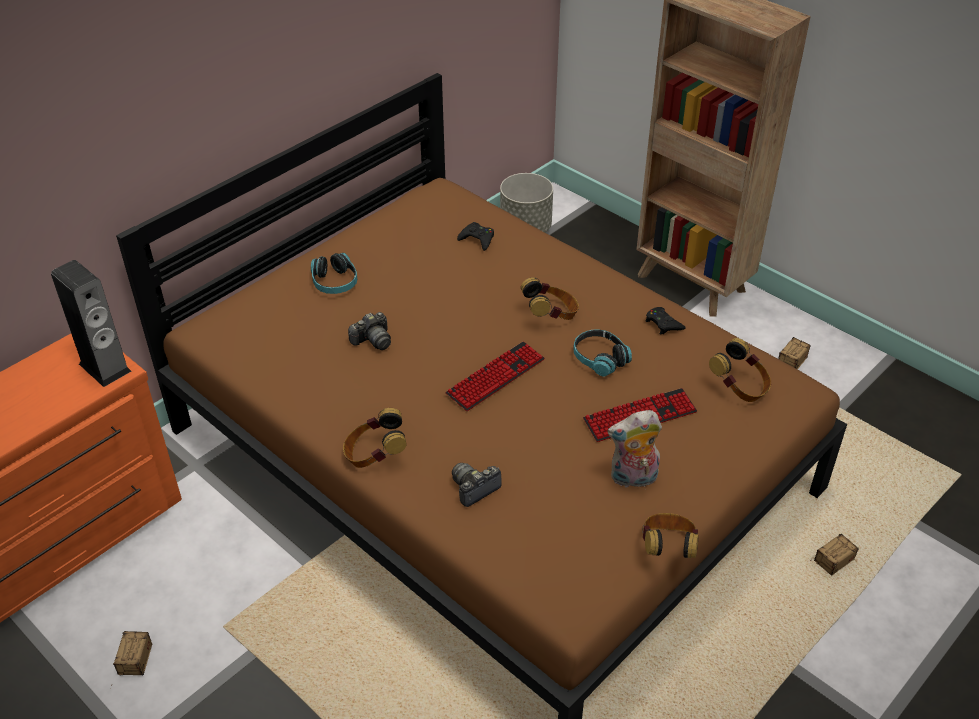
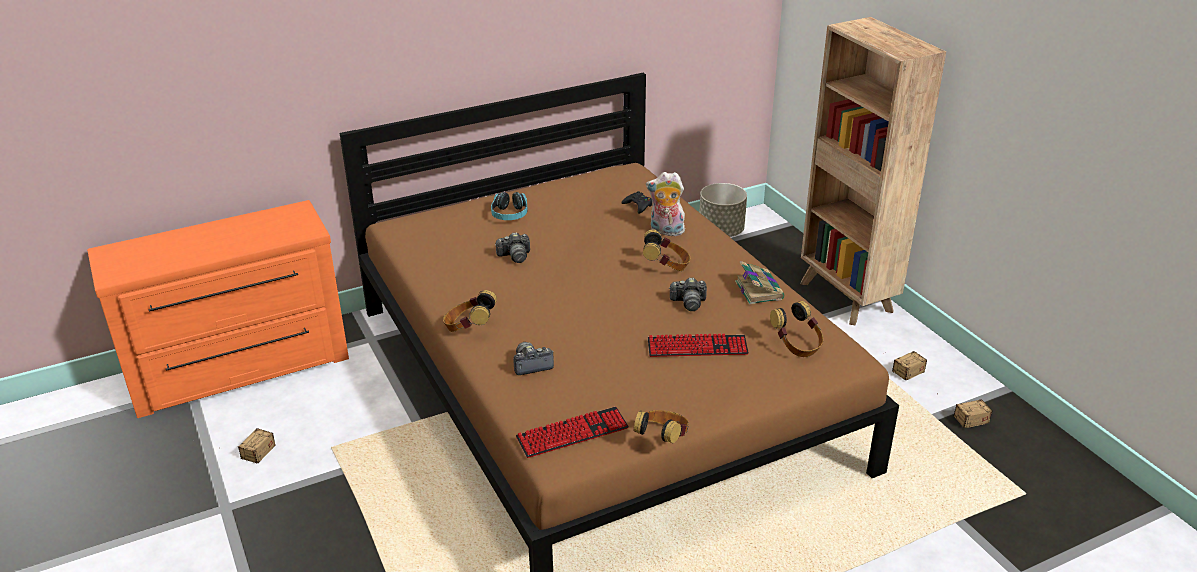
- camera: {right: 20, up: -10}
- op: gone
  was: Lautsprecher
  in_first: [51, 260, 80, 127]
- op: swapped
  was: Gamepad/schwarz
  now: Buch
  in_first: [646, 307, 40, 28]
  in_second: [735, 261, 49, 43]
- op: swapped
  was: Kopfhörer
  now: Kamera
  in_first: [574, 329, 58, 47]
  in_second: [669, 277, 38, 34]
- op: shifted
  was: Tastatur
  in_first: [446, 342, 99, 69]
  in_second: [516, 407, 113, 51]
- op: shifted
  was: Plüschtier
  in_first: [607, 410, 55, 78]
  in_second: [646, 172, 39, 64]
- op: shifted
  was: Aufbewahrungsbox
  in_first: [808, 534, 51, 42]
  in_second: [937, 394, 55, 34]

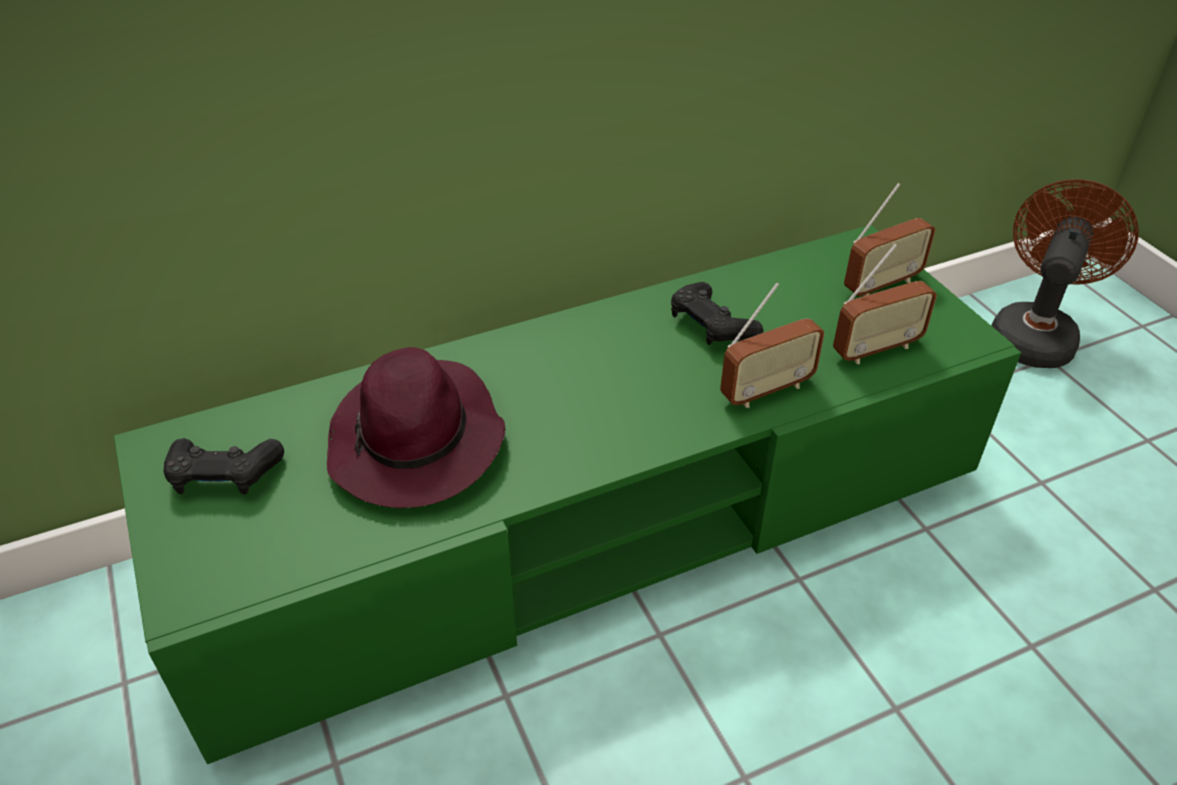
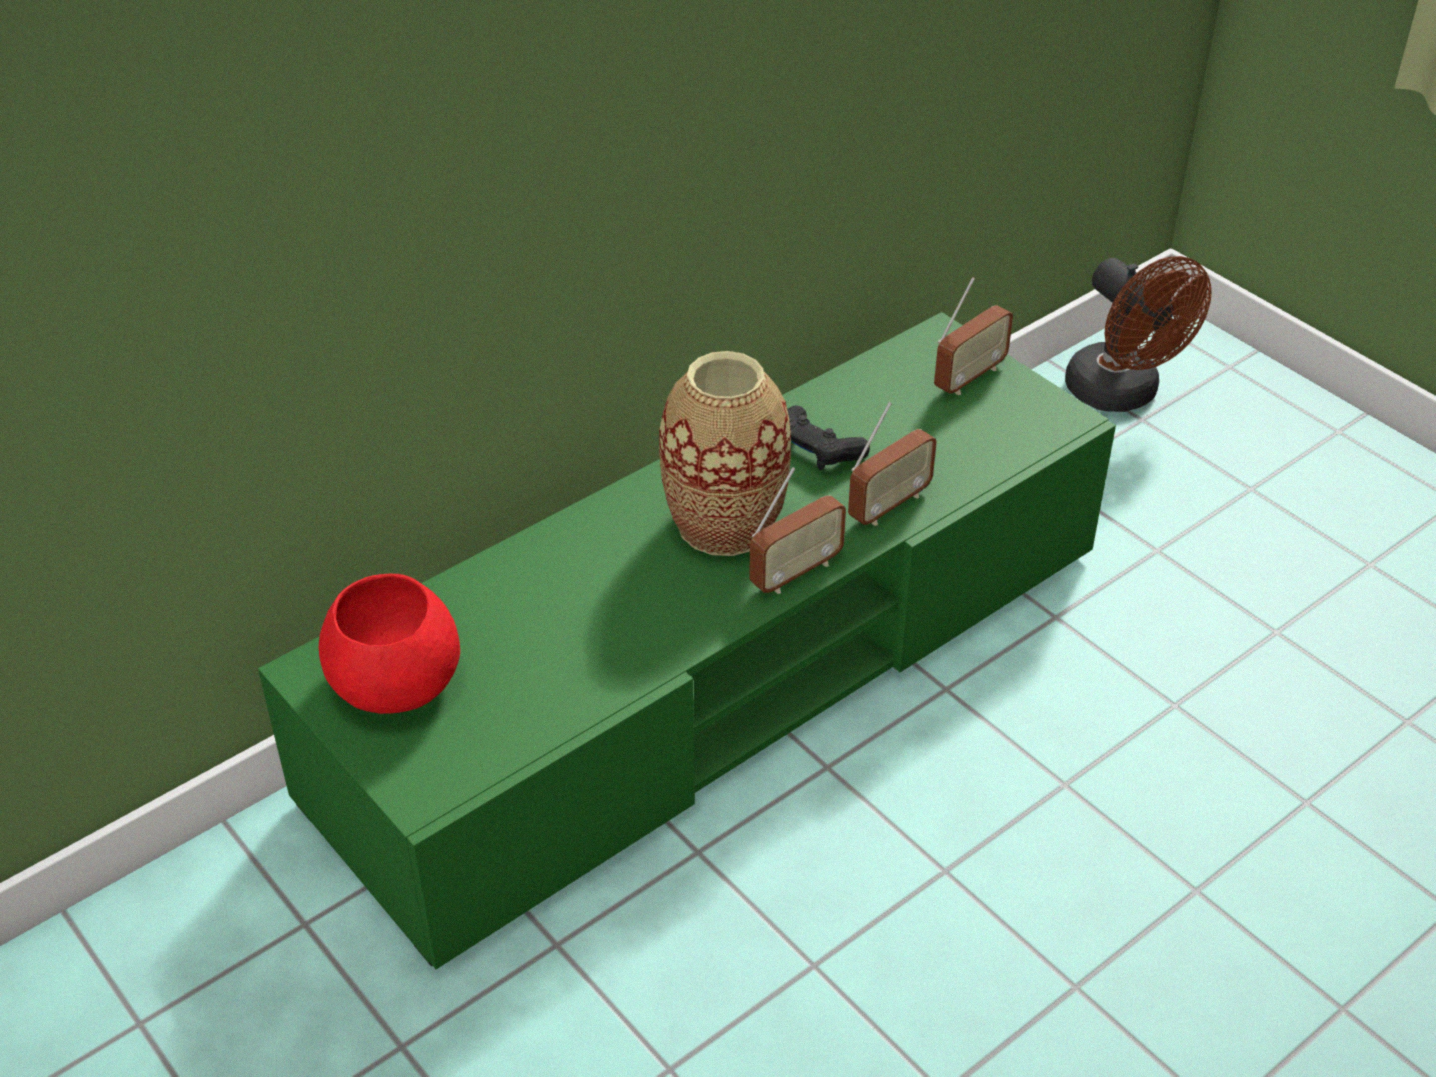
- camera: {right: -15, up: 0}
- op: rotated
  was: Ventilator/braun
  in_first: [992, 179, 147, 189]
  in_second: [1065, 256, 147, 156]
  clockwise: 135
- op: shifted
  was: Radio
  in_first: [833, 243, 104, 121]
  in_second: [749, 467, 97, 127]
- op: gone
  was: Hut/lila
  in_first: [327, 347, 178, 161]
- op: swapped
  was: Gamepad/schwarz
  now: Schüssel/rot
  in_first: [164, 438, 120, 57]
  in_second: [319, 574, 141, 140]
- op: new
  now: Vase
  in_second: [659, 351, 132, 205]

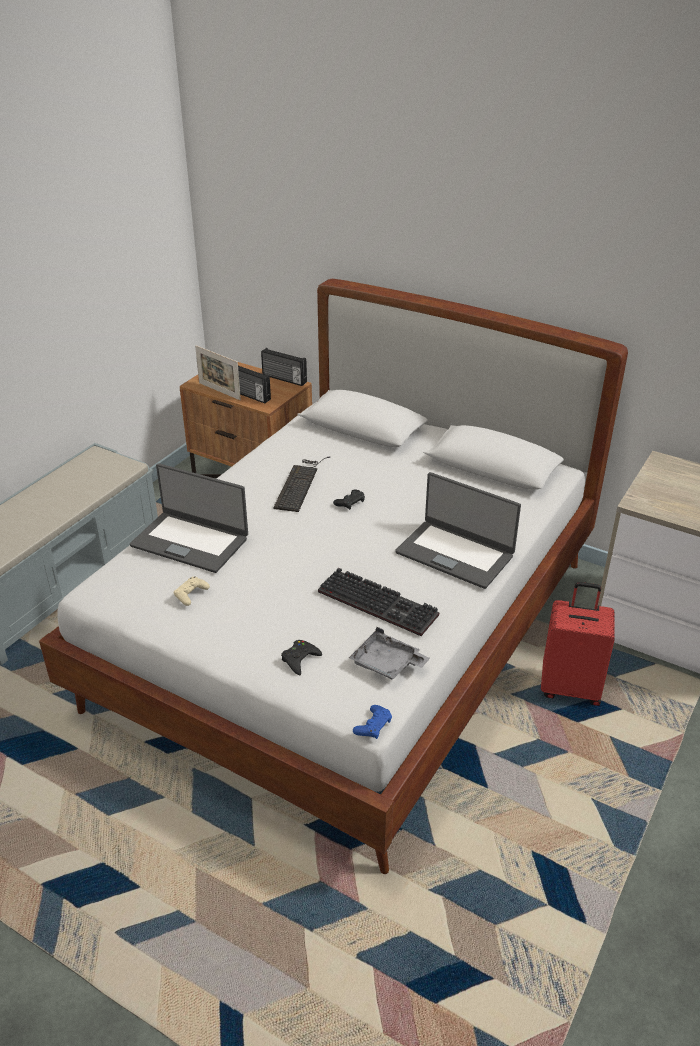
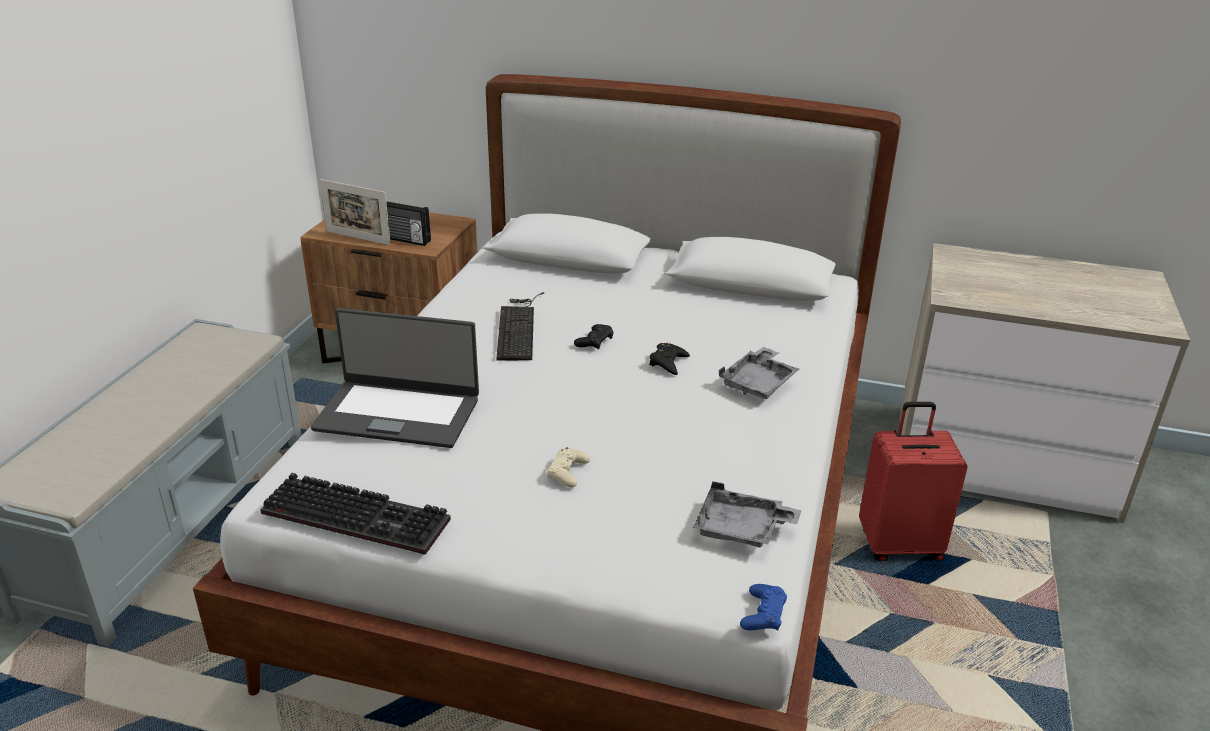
- camera: {right: -15, up: -5}
- op: gone
  was: Radio
  in_first: [261, 348, 46, 38]
- op: swapped
  was: Laptop
  now: Tablett/grau
  in_first: [395, 472, 126, 117]
  in_second: [719, 347, 80, 52]
- op: shifted
  was: Tastatur
  in_first: [318, 567, 121, 69]
  in_second: [260, 473, 191, 82]
- op: shifted
  was: Gamepad/beige
  in_first: [174, 576, 36, 30]
  in_second: [547, 447, 43, 41]
- op: shifted
  was: Gamepad/schwarz
  in_first: [281, 640, 41, 35]
  in_second: [649, 343, 41, 32]

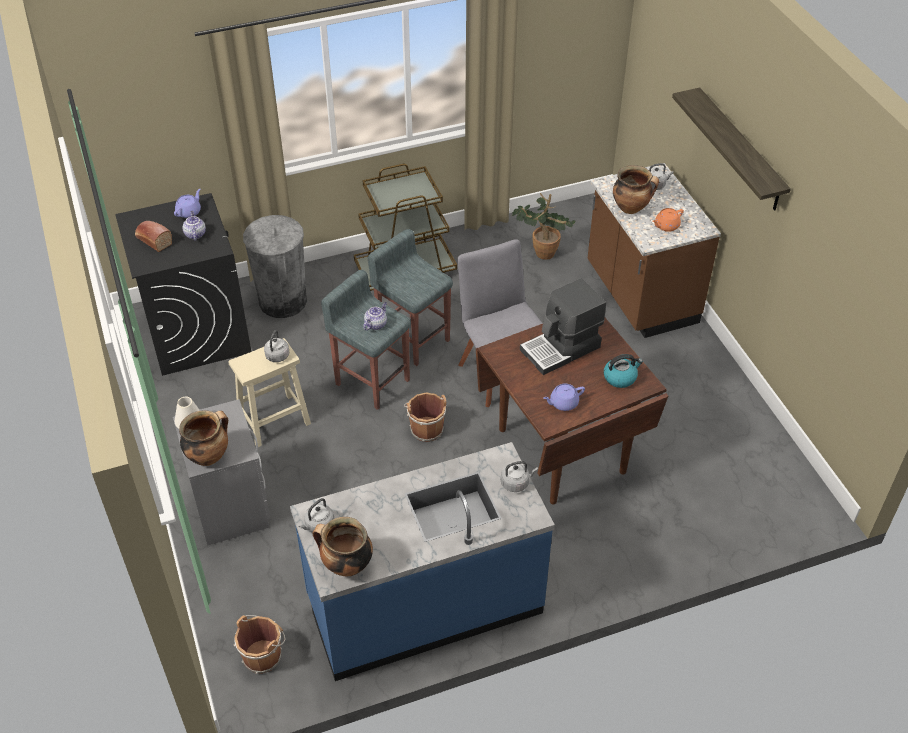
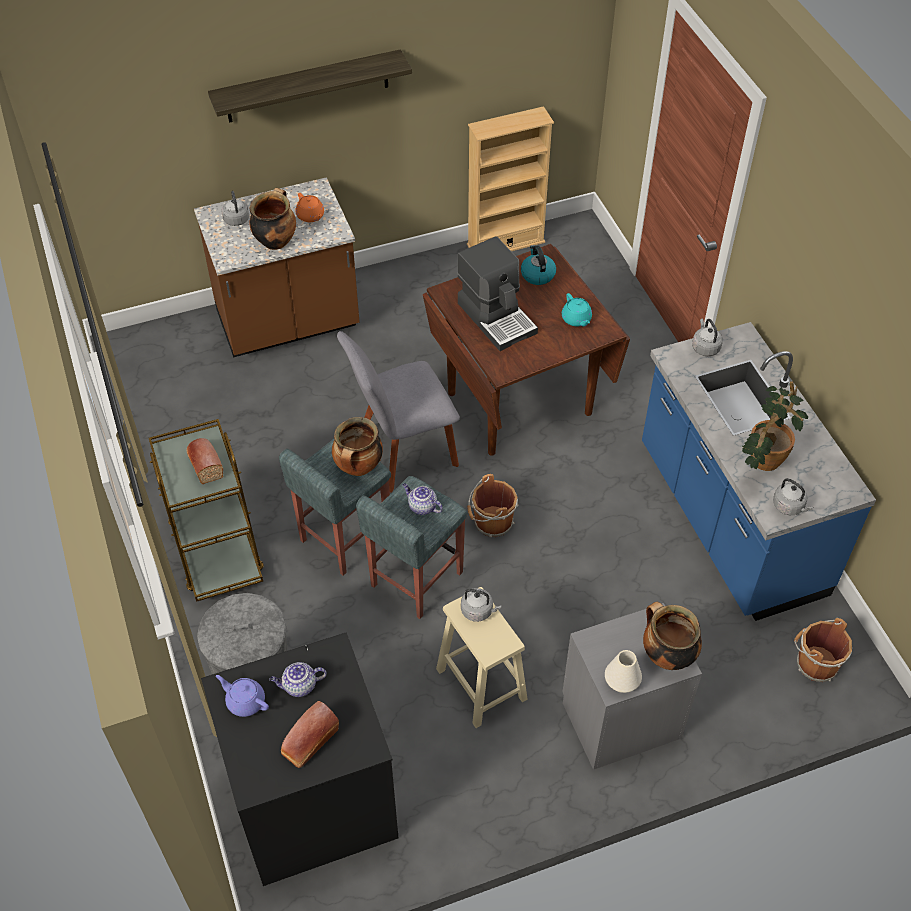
- camera: {right: -90, up: 5}
- op: shifted
  was: Topfpflanze
  in_first: [512, 193, 64, 67]
  in_second: [742, 381, 66, 90]
- op: repainted
  was: Teekanne/lila
  now: Teekanne/türkis
  in_first: [543, 383, 42, 28]
  in_second: [562, 293, 30, 33]
- op: shifted
  was: Kochtopf
  in_first: [313, 517, 60, 59]
  in_second: [332, 417, 51, 59]
- op: new
  now: Bücherregal/beige
  in_second: [467, 106, 87, 145]
- op: new
  now: Brot
  in_second: [186, 438, 37, 46]

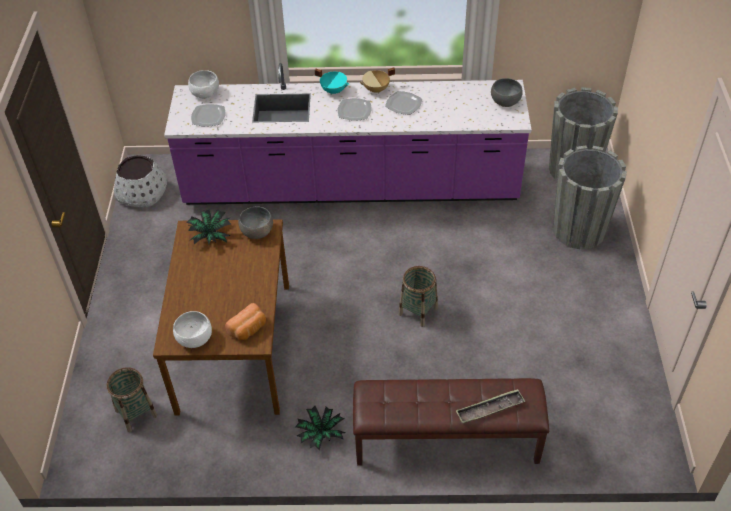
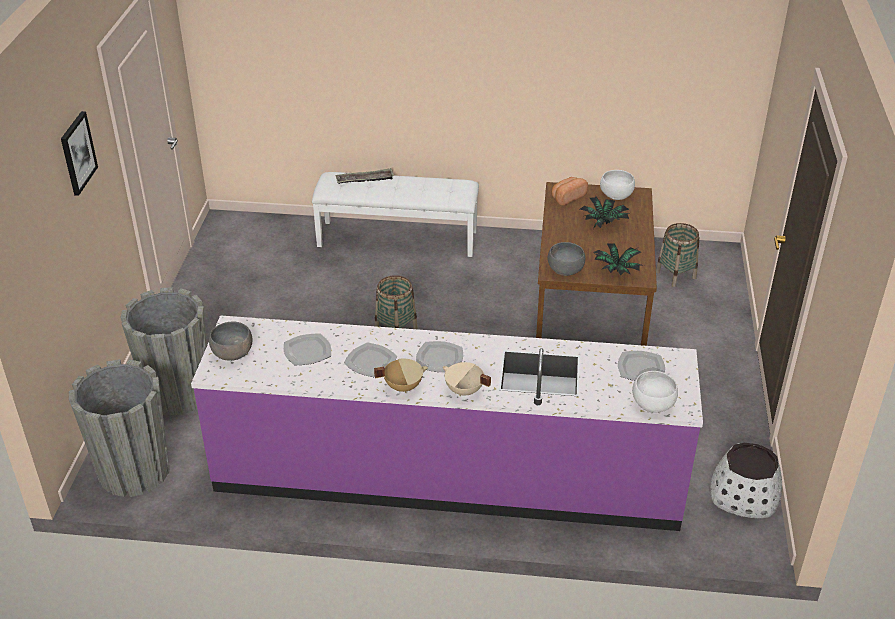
- camera: {right: -175, up: -10}
- op: repainted
  was: Kochtopf/türkis
  now: Kochtopf/beige
  in_first: [315, 69, 34, 26]
  in_second: [443, 362, 48, 34]
- op: repainted
  was: Bank/braun
  now: Bank/weiß
  in_first: [353, 378, 196, 88]
  in_second: [312, 172, 167, 85]
- op: shifted
  was: Topfpflanze
  in_first: [295, 406, 51, 44]
  in_second: [580, 196, 51, 33]
- op: new
  now: Bild
  in_second: [61, 111, 37, 85]
- op: new
  now: Teller
  in_second: [284, 333, 47, 32]

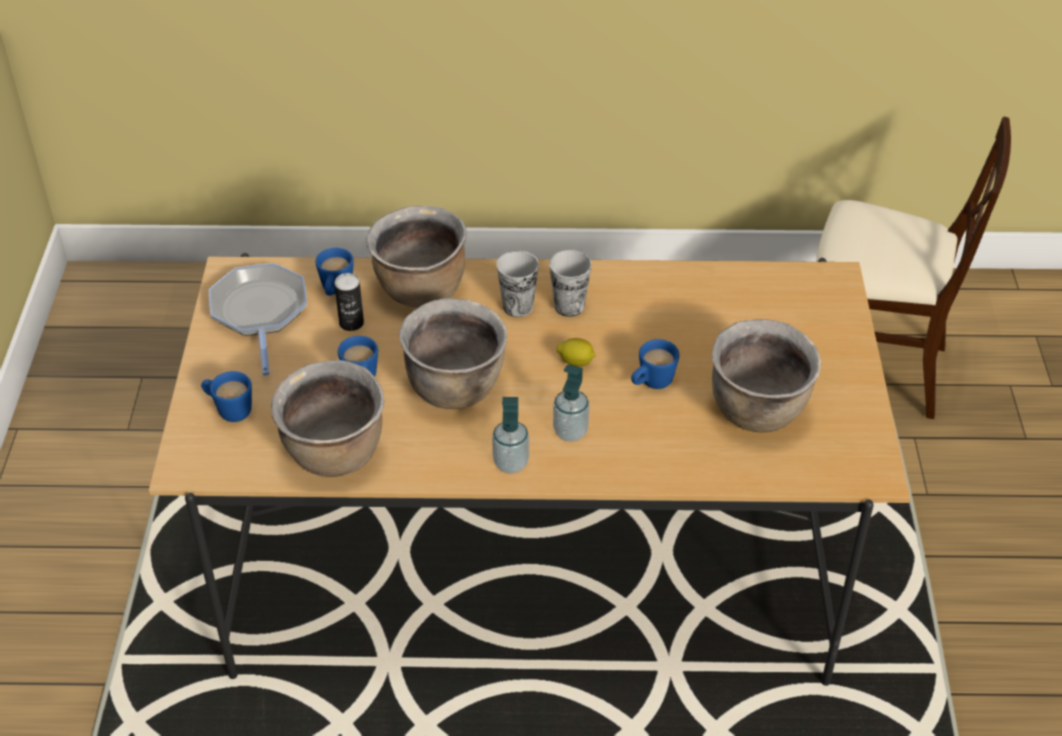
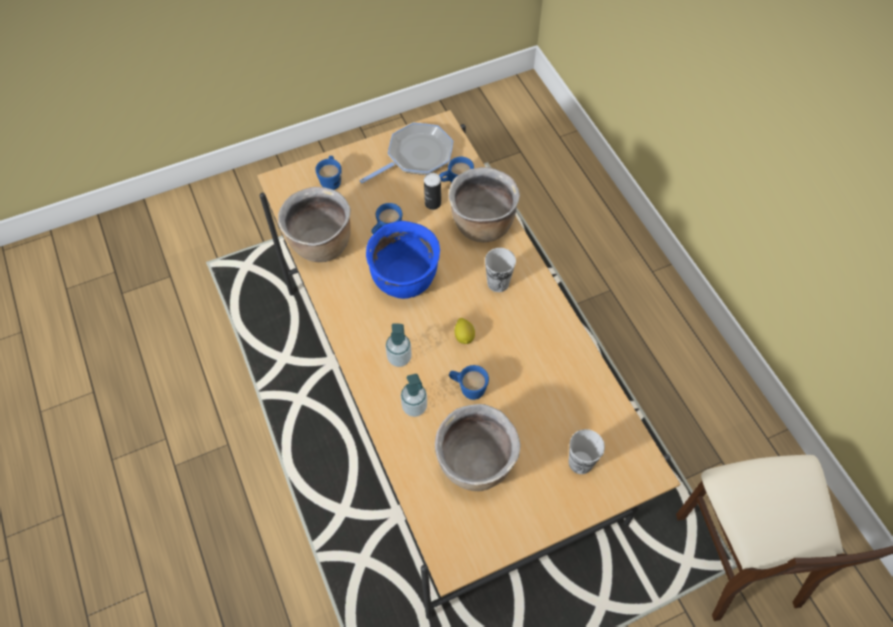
- camera: {right: 65, up: 15}
- op: shifted
  was: Tasse
  in_first: [549, 250, 43, 67]
  in_second: [568, 429, 37, 45]
- op: repainted
  was: Kochtopf/braun
  now: Kochtopf/blau
  in_first: [399, 298, 108, 111]
  in_second: [366, 221, 74, 78]
- op: shifted
  was: Seifenspender
  in_first: [492, 397, 37, 77]
  in_second: [401, 374, 26, 43]

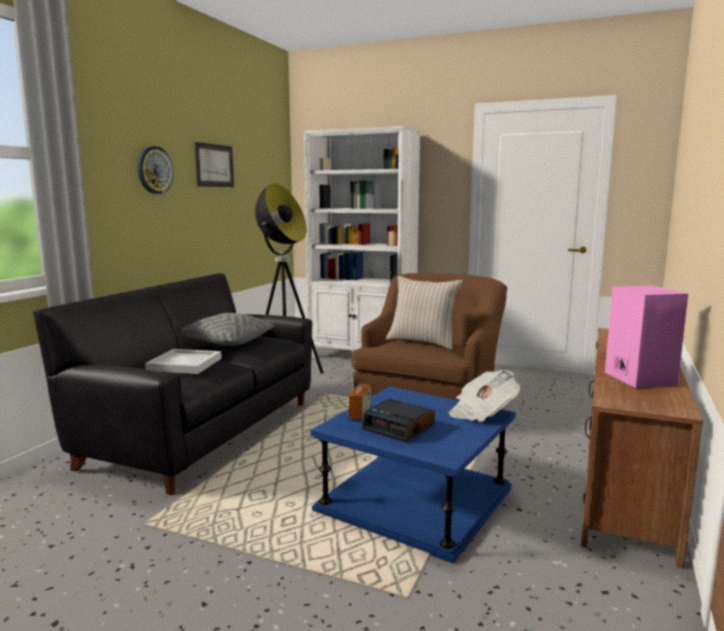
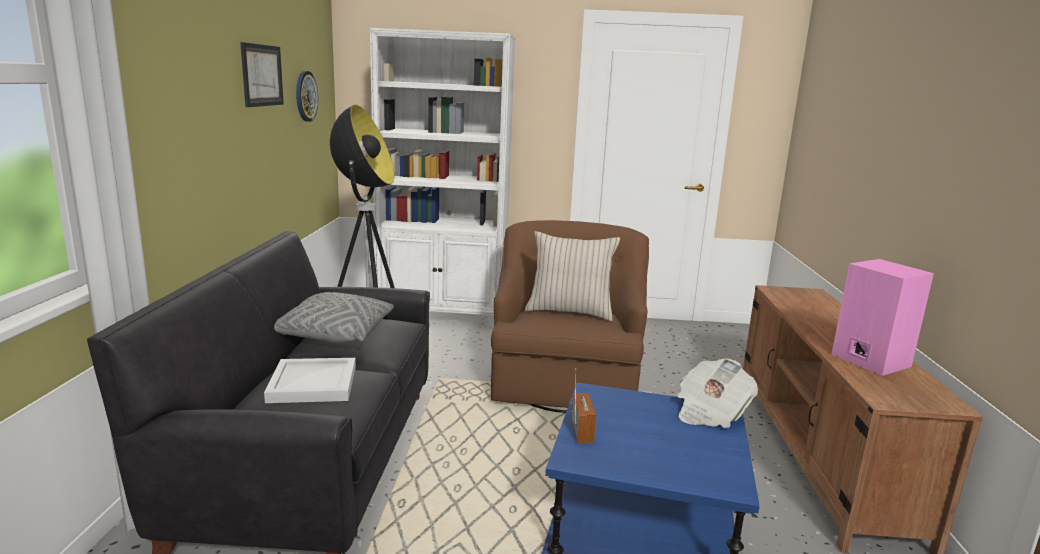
- camera: {right: -20, up: 5}
- op: shifted
  was: Wanduhr
  in_first: [138, 146, 36, 48]
  in_second: [296, 71, 22, 51]
- op: gone
  was: Wecker
  in_first: [362, 399, 73, 43]

